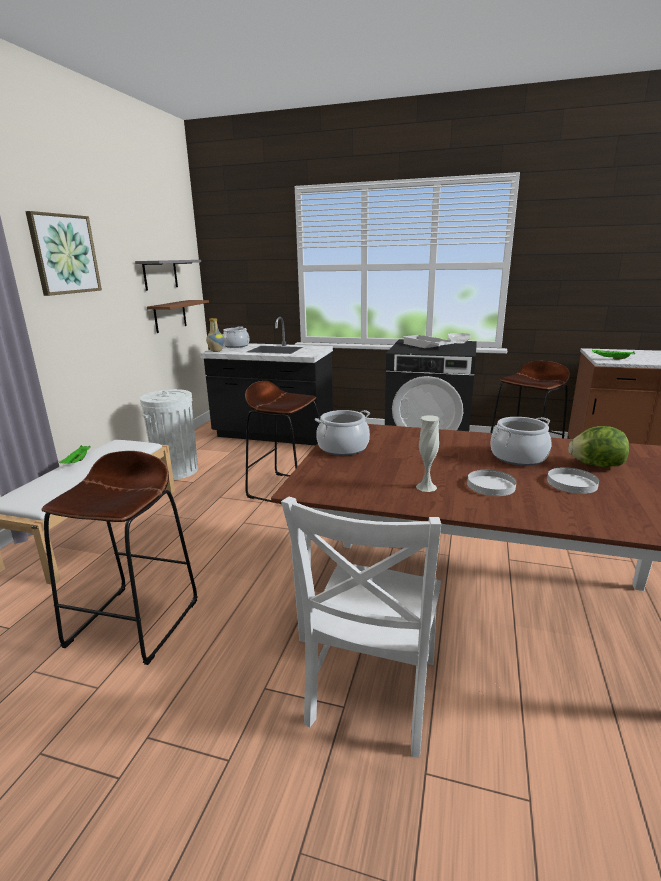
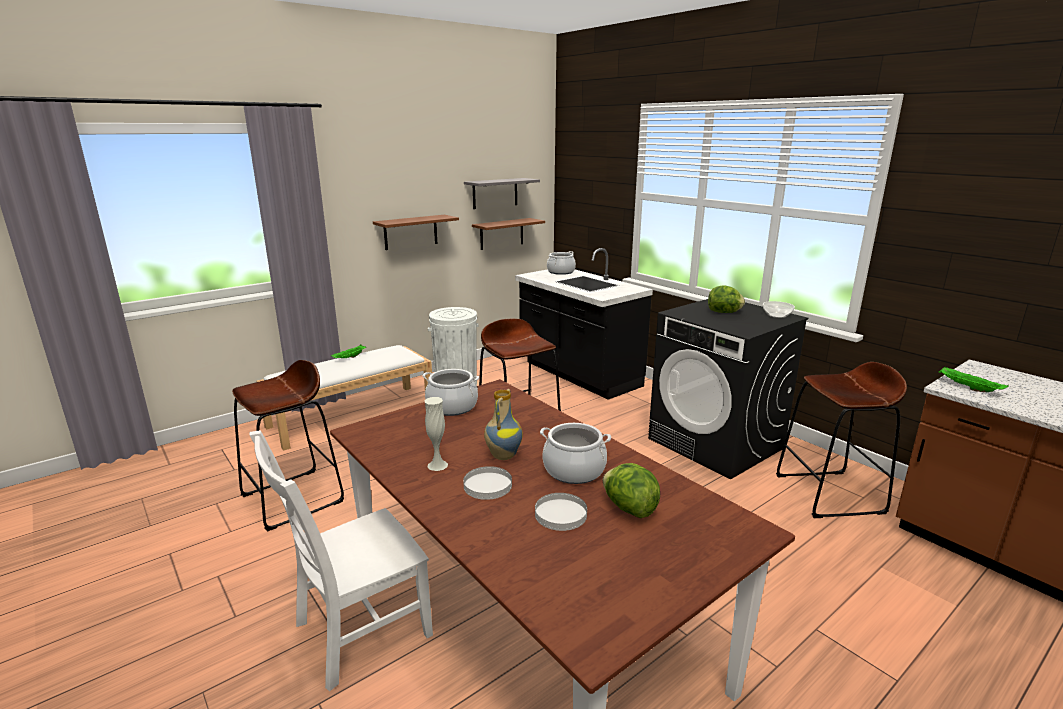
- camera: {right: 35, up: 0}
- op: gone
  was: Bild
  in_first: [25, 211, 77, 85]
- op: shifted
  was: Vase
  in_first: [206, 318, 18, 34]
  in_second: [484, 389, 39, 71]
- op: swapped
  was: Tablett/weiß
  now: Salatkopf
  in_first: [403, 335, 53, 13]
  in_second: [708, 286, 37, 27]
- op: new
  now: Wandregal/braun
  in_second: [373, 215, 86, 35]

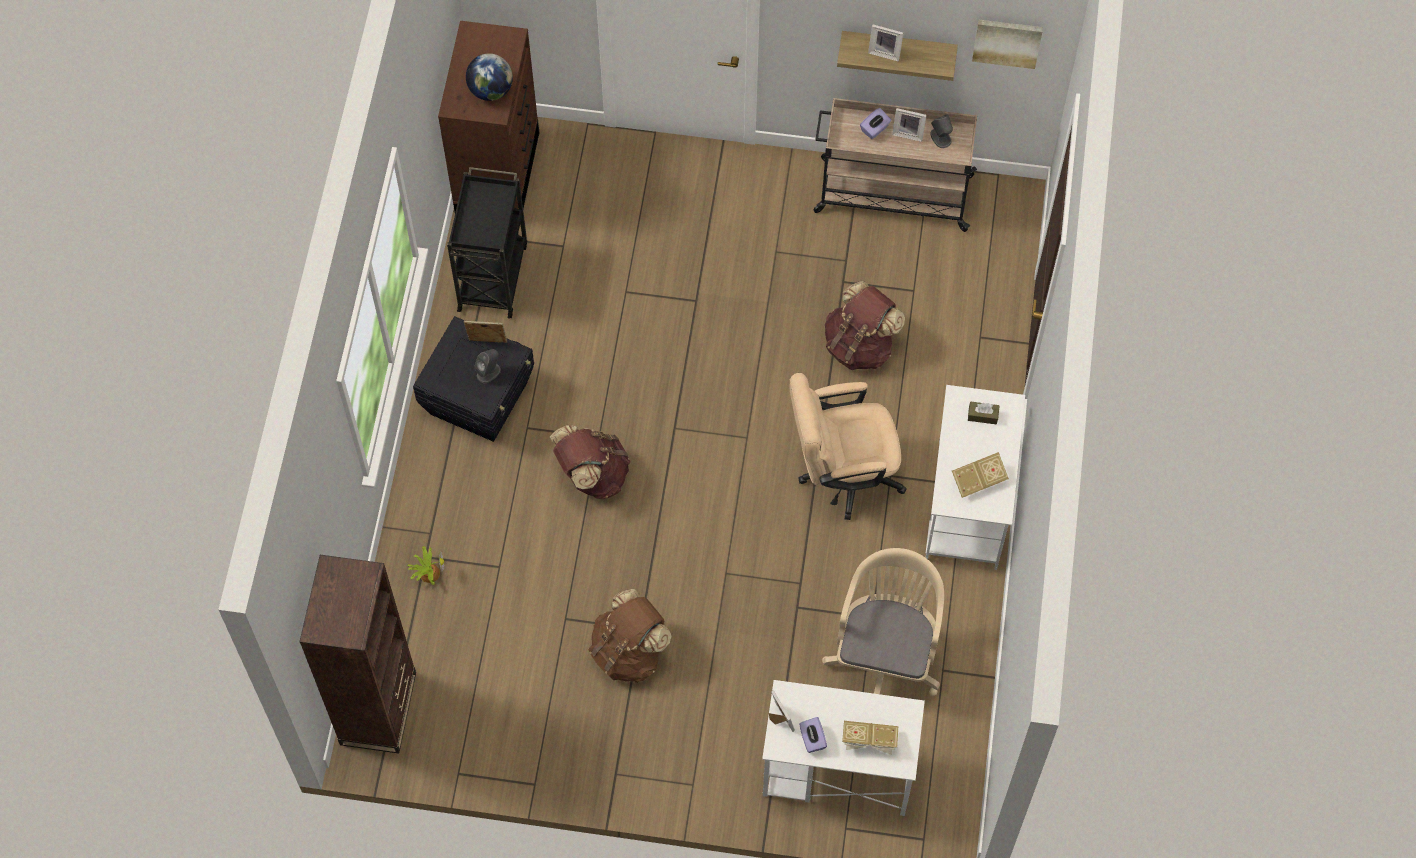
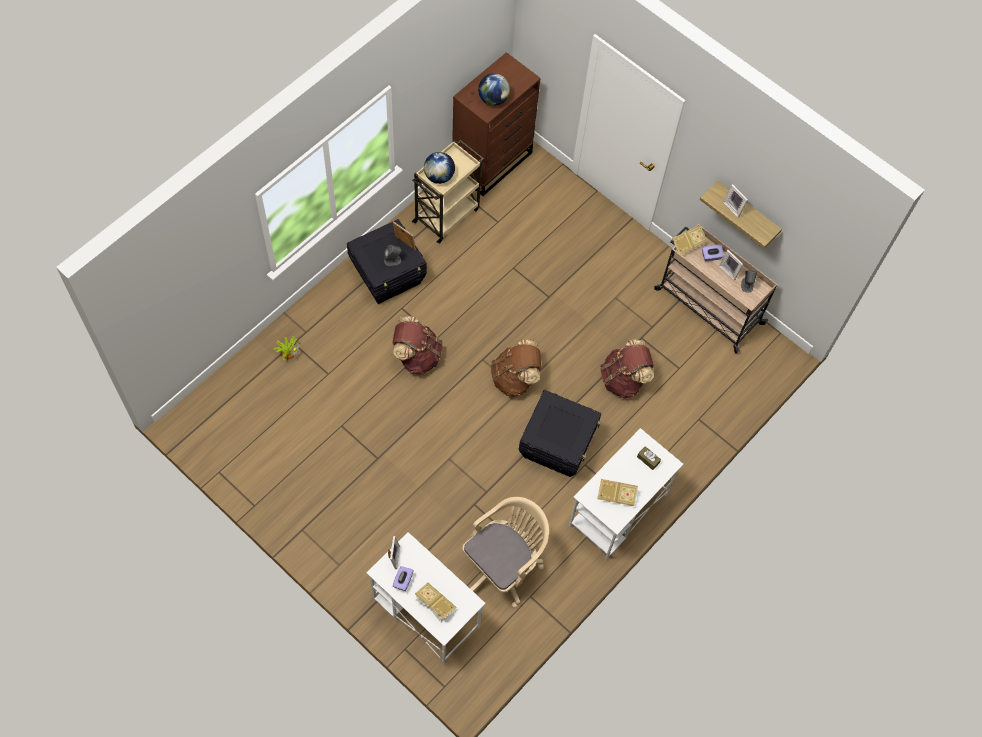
- camera: {right: 30, up: 0}
- op: gone
  was: Bild
  in_first: [972, 20, 71, 49]
- op: repainted
  was: Rollwagen/schwarz
  now: Rollwagen/beige
  in_first: [447, 167, 80, 152]
  in_second: [412, 140, 72, 103]
- op: swapped
  was: Bürostuhl/beige
  now: Aufbewahrungsbox/schwarz
  in_first: [789, 373, 118, 147]
  in_second: [519, 390, 82, 87]
- op: gone
  was: Bücherregal/braun
  in_first: [299, 555, 117, 199]
- op: shifted
  was: Rucksack/braun
  in_first: [589, 589, 83, 94]
  in_second: [491, 339, 50, 58]
- op: new
  now: Globus
  in_second: [424, 152, 31, 32]
- op: new
  now: Buch
  in_second: [672, 225, 36, 29]

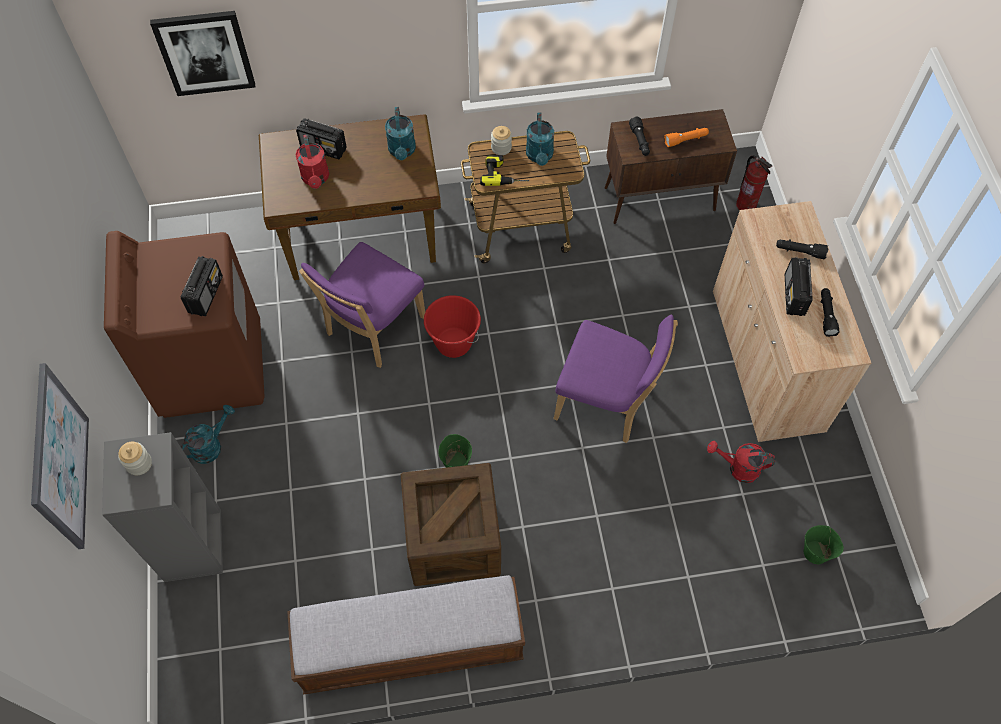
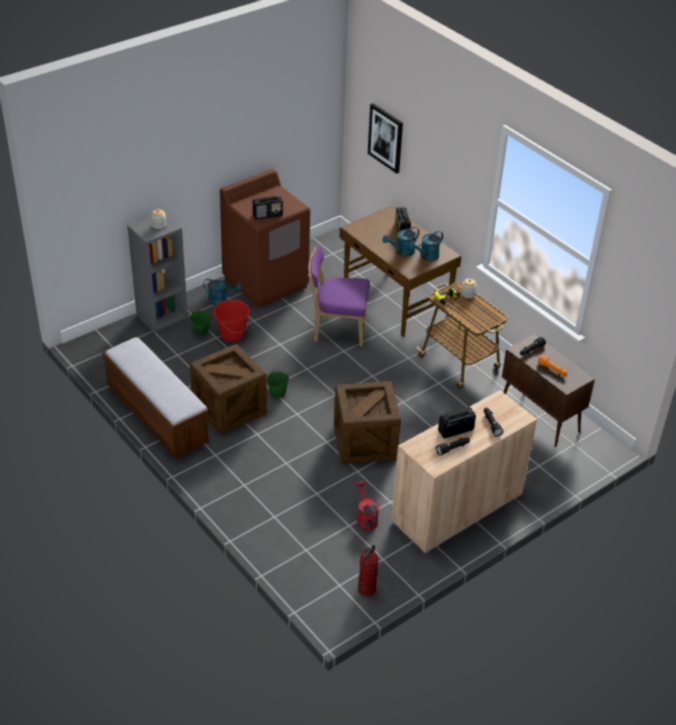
- camera: {right: 60, up: -20}
- op: shifted
  was: Gießkanne/türkis
  in_first: [526, 112, 28, 54]
  in_second: [382, 226, 37, 30]
- op: gone
  was: Gießkanne/rot
  in_first: [296, 134, 33, 55]
- op: shifted
  was: Feuerlöscher
  in_first: [736, 156, 36, 54]
  in_second: [358, 545, 20, 51]
- op: shifted
  was: Eimer/rot
  in_first: [424, 295, 57, 63]
  in_second: [213, 300, 37, 41]
- op: swapped
  was: Stuhl/lila
  now: Kiste
  in_first: [554, 315, 124, 128]
  in_second: [334, 381, 67, 83]
- op: gone
  was: Bild
  in_first: [31, 363, 58, 186]
- op: shifted
  was: Eimer/grün
  in_first: [804, 525, 40, 39]
  in_second: [190, 307, 21, 29]

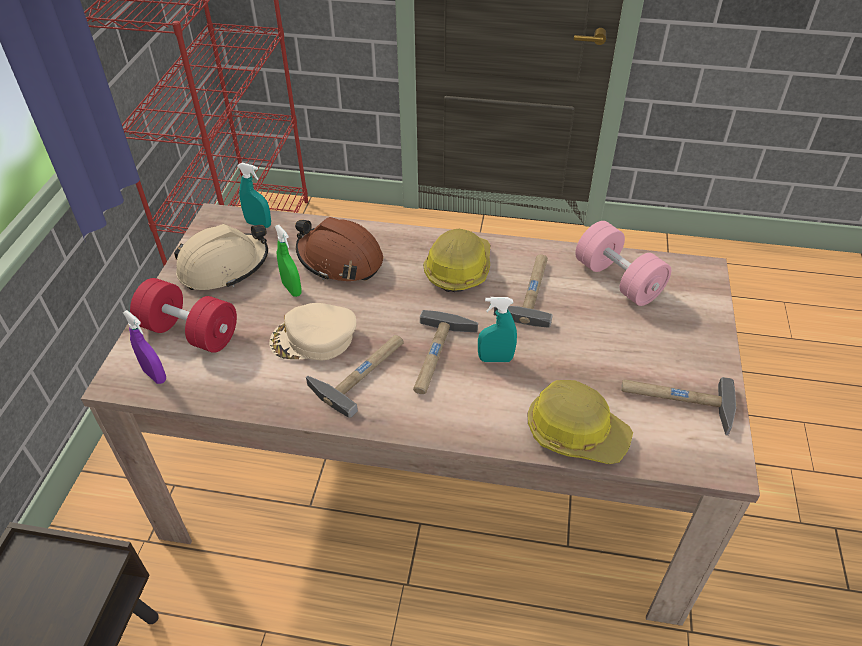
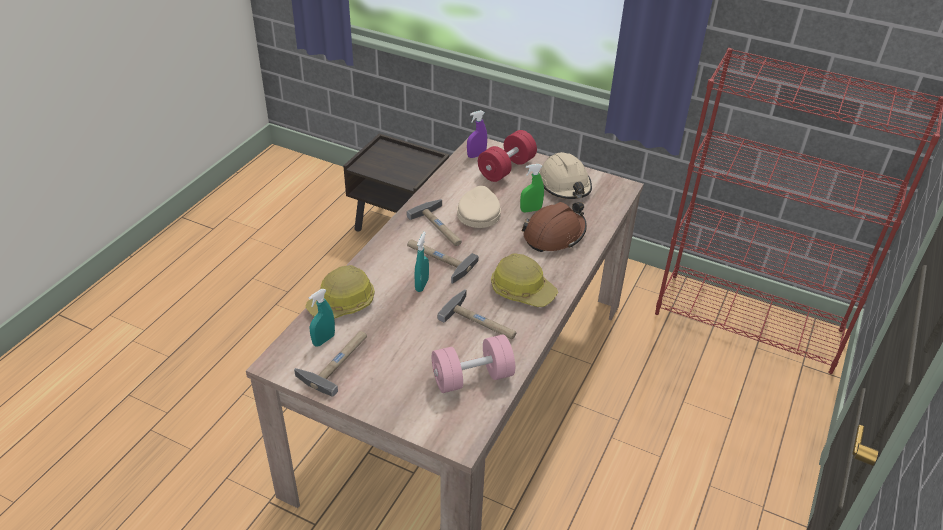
- camera: {right: 105, up: -5}
- op: shifted
  was: Sprühflasche/türkis
  in_first: [238, 163, 33, 65]
  in_second: [308, 289, 27, 58]

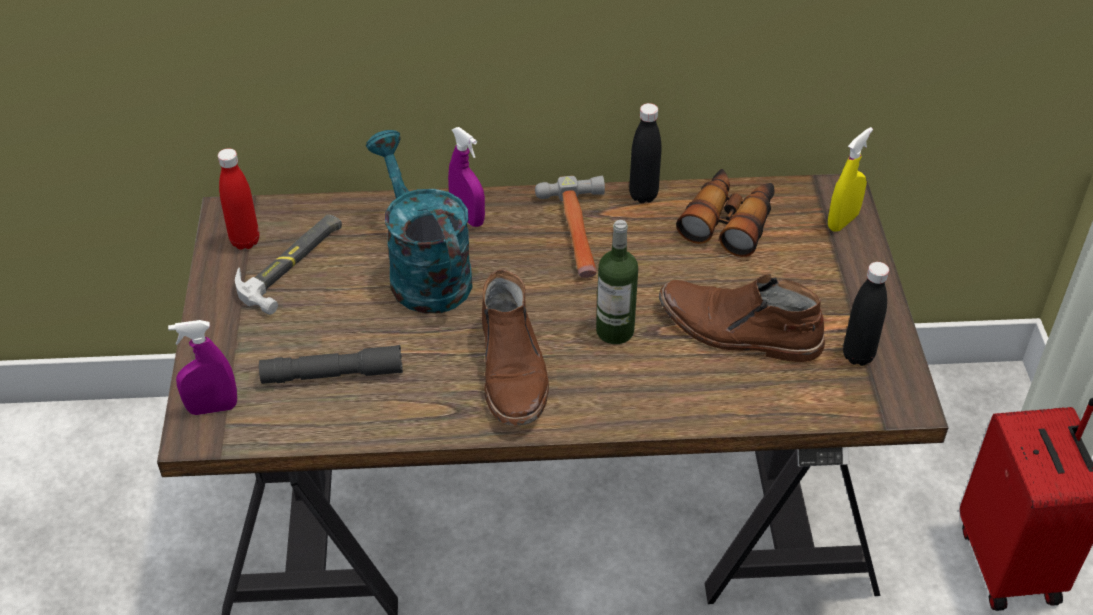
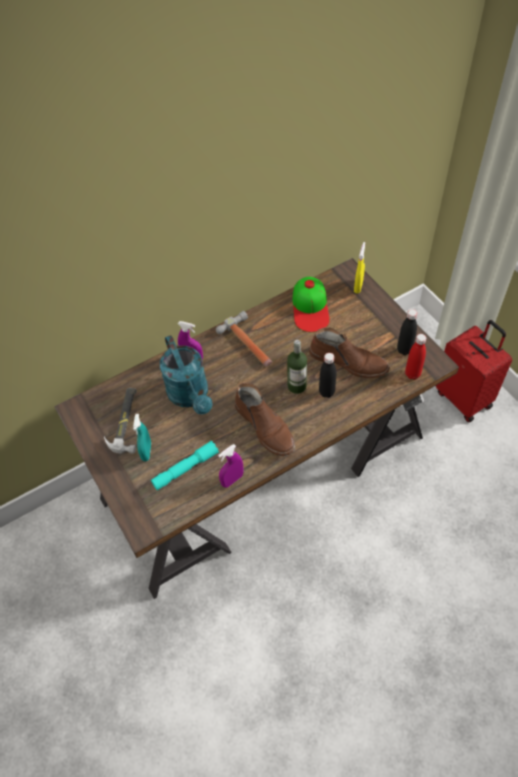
- camera: {right: -25, up: 10}
- op: shifted
  was: Flasche/schwarz
  in_first: [629, 103, 32, 100]
  in_second: [319, 353, 17, 45]
- op: rotated
  was: Gießkanne/türkis
  in_first: [366, 130, 107, 183]
  in_second: [160, 335, 52, 79]
  clockwise: -150
- op: shifted
  was: Flasche/rot
  in_first: [218, 149, 41, 101]
  in_second: [405, 334, 21, 46]
- op: swapped
  was: Fernglas
  now: Kappe
  in_first: [676, 169, 98, 88]
  in_second: [292, 277, 38, 55]
- op: rotated
  was: Stiefel/braun
  in_first: [659, 274, 166, 88]
  in_second: [309, 327, 81, 51]
  clockwise: -150
- op: shifted
  was: Sprühflasche/lila
  in_first: [168, 320, 69, 95]
  in_second: [218, 444, 25, 44]
- op: repainted
  was: Taschenlampe/grau
  now: Taschenlampe/türkis
  in_first: [259, 345, 144, 39]
  in_second: [151, 441, 68, 49]
- op: new
  now: Sprühflasche/türkis
  in_second: [133, 414, 18, 47]

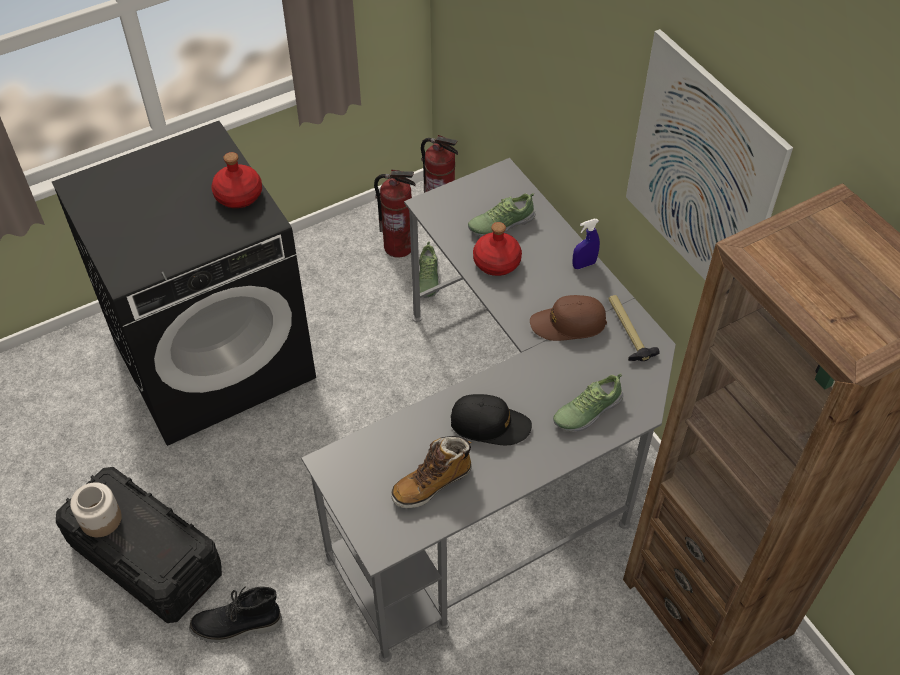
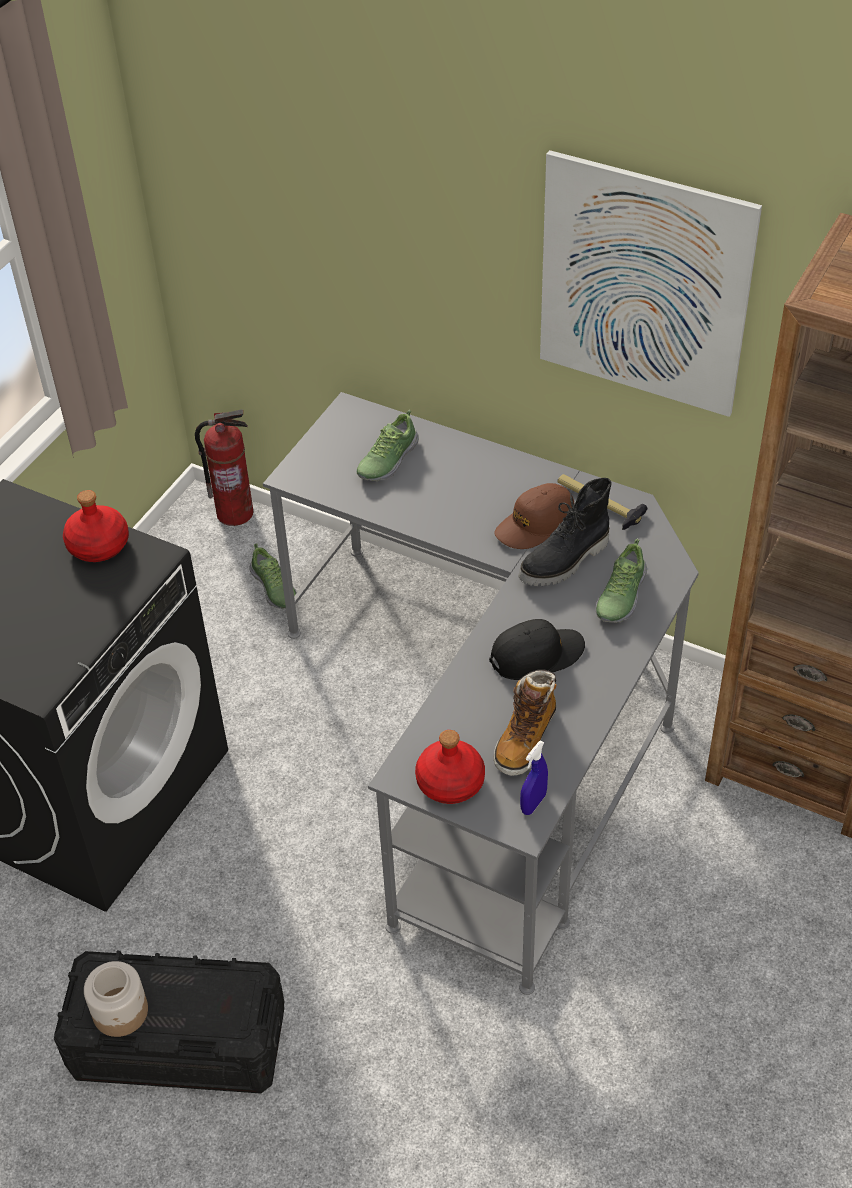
- camera: {right: -30, up: -5}
- op: gone
  was: Feuerlöscher
  in_first: [374, 170, 42, 88]
- op: shifted
  was: Sprühflasche/blau
  in_first: [573, 219, 27, 50]
  in_second: [520, 740, 28, 75]
- op: shifted
  was: Flasche/rot
  in_first: [473, 222, 49, 54]
  in_second: [415, 730, 70, 74]
- op: shifted
  was: Stiefel/schwarz
  in_first: [189, 586, 93, 57]
  in_second: [518, 478, 94, 108]

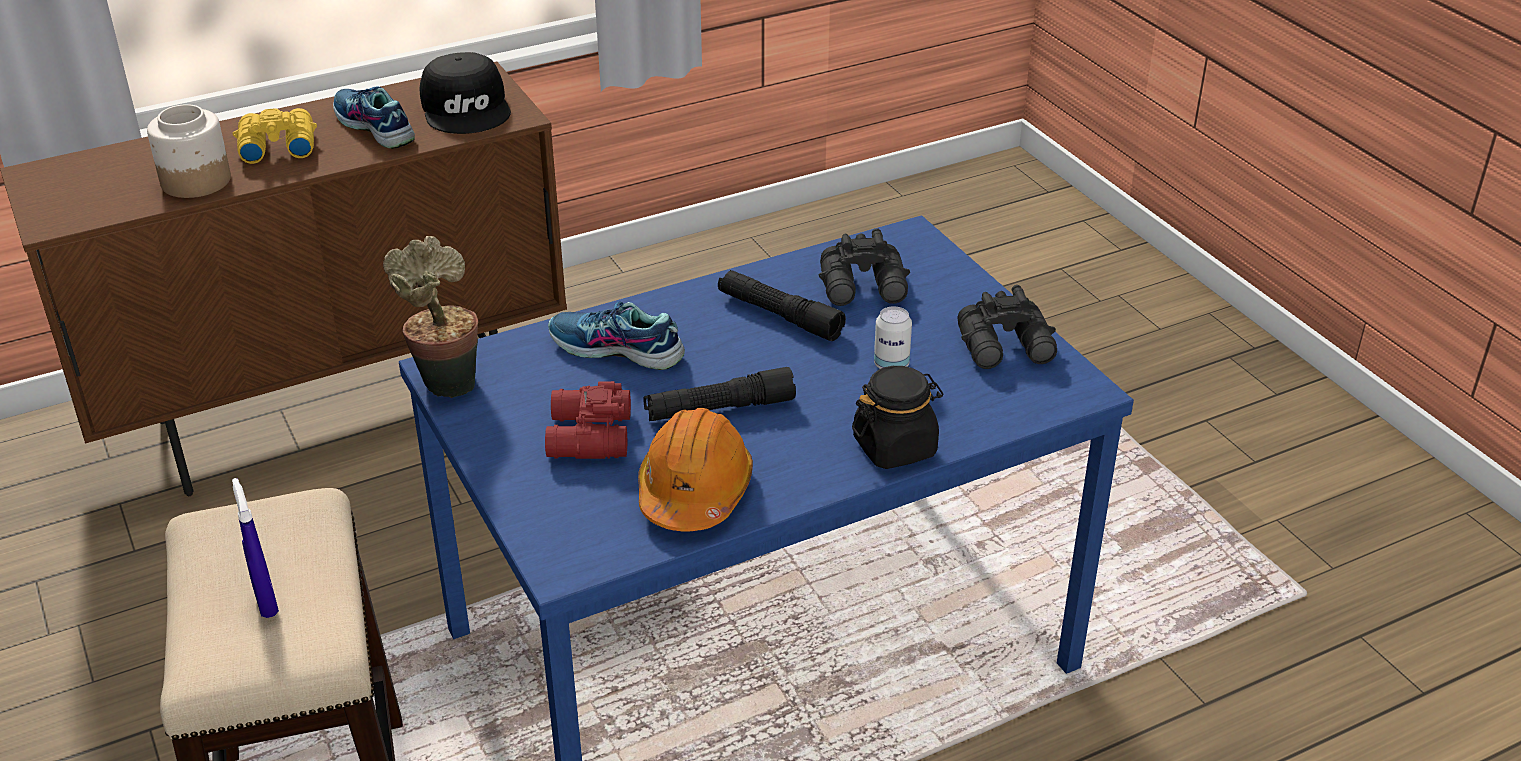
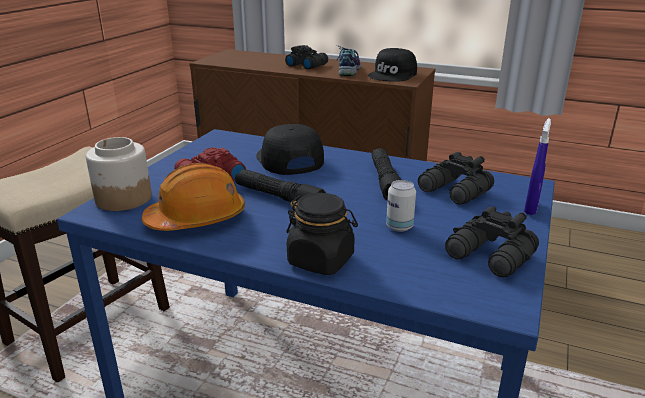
- camera: {right: 50, up: -10}
- op: shifted
  was: Vorratsglas
  in_first: [147, 104, 84, 94]
  in_second: [86, 137, 66, 74]
- op: repainted
  was: Fernglas/gelb
  now: Fernglas/schwarz
  in_first: [232, 108, 85, 56]
  in_second: [285, 45, 43, 24]
- op: gone
  was: Topfpflanze
  in_first: [383, 236, 95, 162]
- op: swapped
  was: Schuh
  now: Kappe/schwarz
  in_first: [548, 301, 137, 69]
  in_second: [256, 124, 68, 51]
- op: shifted
  was: Sprühflasche/blau
  in_first: [232, 478, 47, 140]
  in_second: [524, 118, 27, 97]

